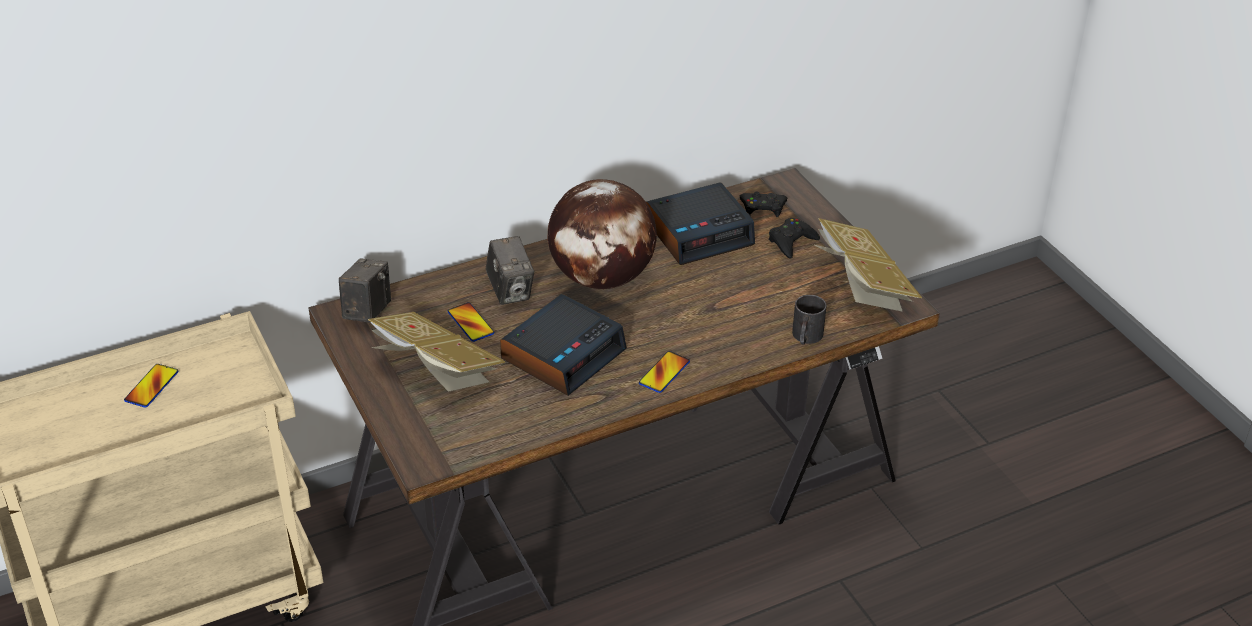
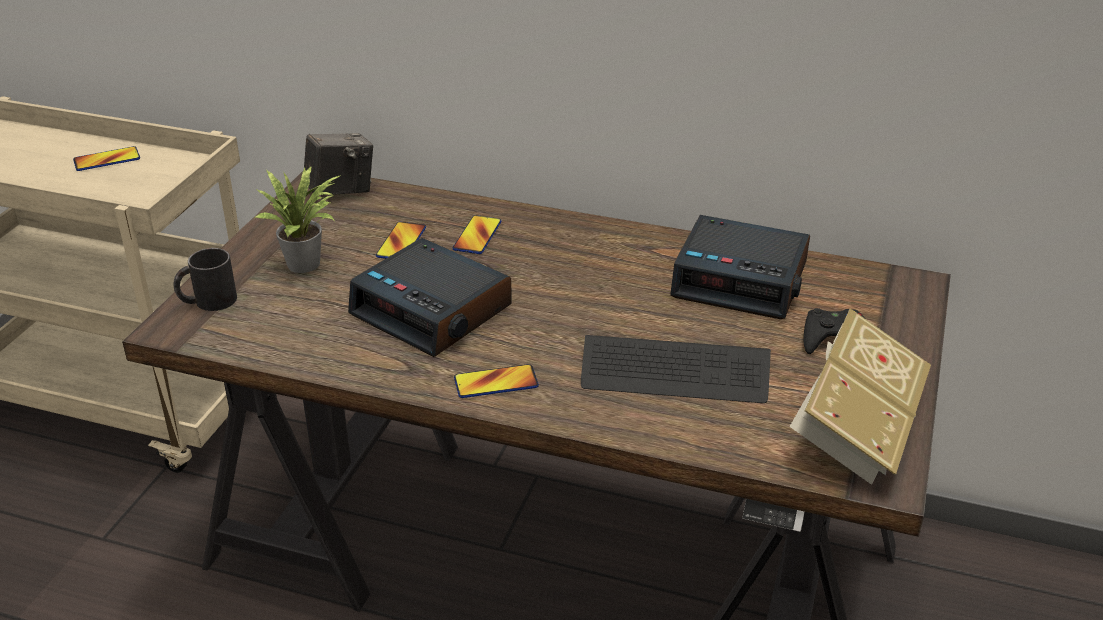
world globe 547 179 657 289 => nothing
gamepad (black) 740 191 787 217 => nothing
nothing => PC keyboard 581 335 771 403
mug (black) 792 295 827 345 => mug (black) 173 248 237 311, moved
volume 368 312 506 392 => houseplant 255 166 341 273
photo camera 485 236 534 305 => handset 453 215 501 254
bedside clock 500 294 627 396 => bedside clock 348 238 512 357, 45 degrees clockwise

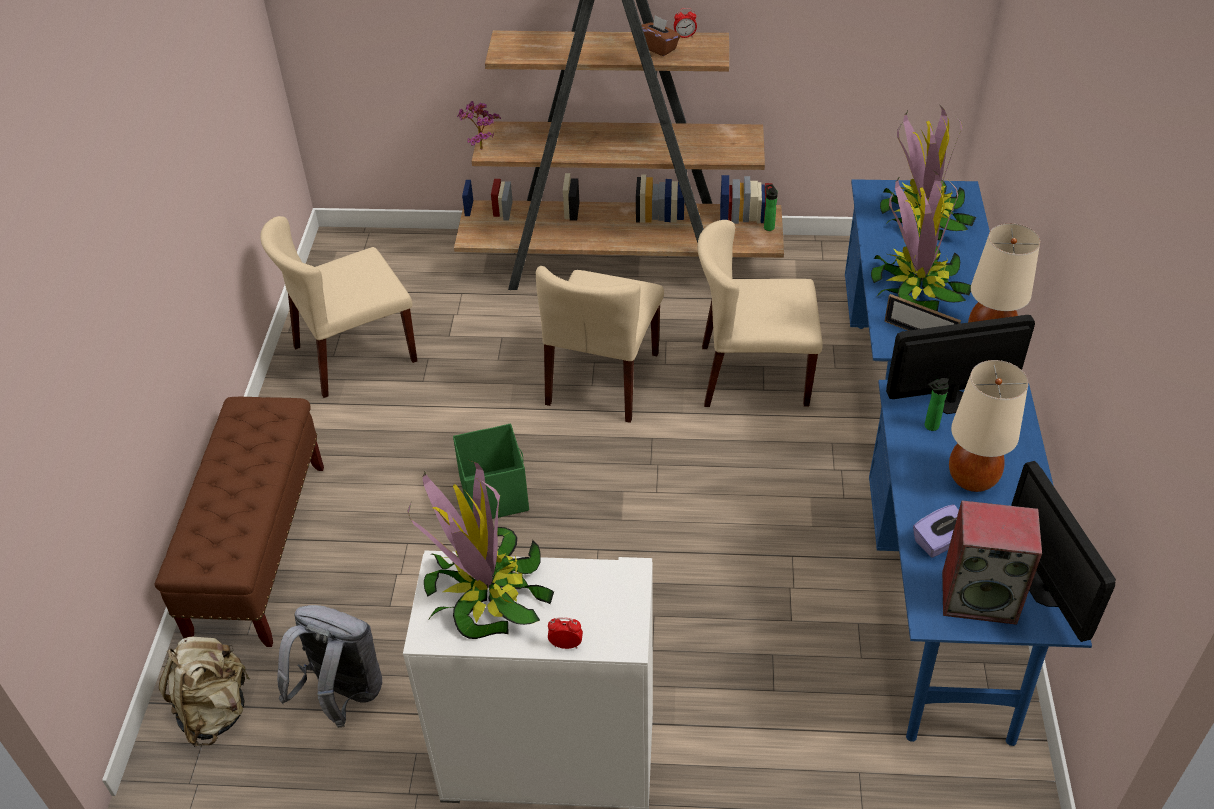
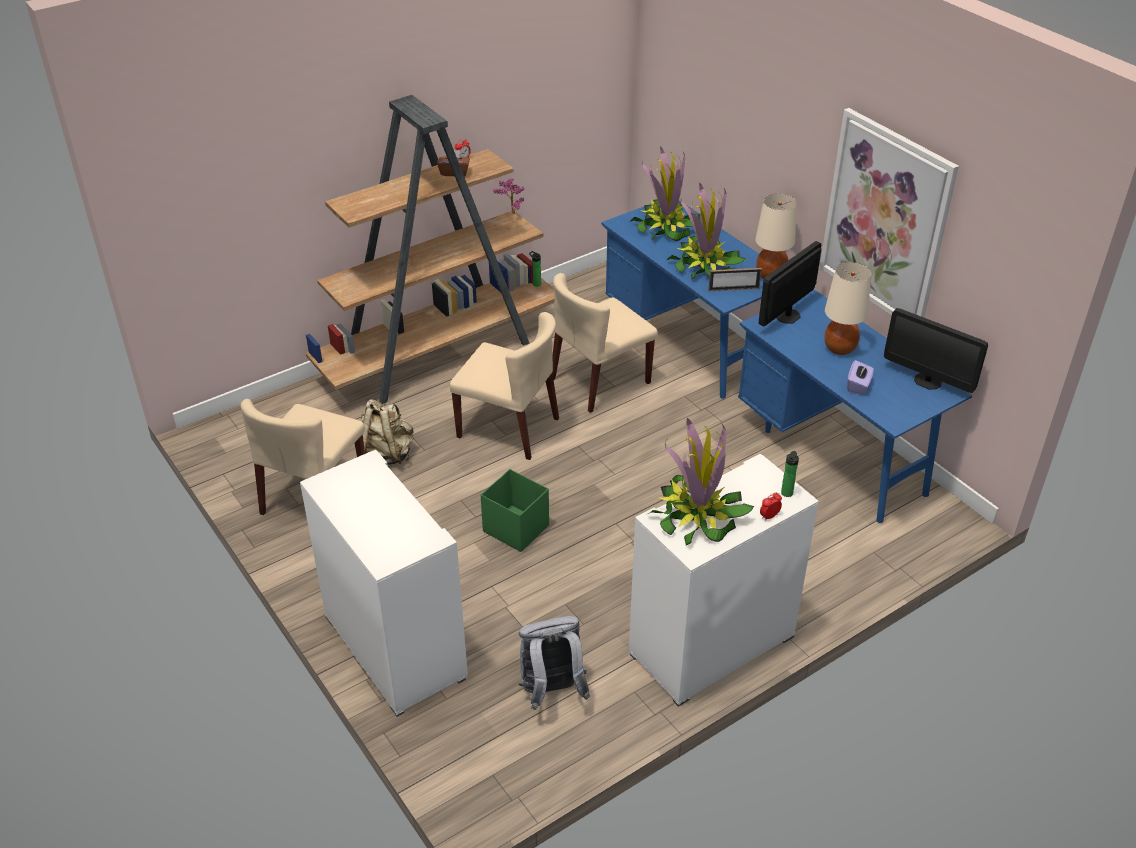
audio speaker 942 500 1042 625 => nothing
nothing => wall picture 820 108 959 317
backpack (beige) 159 637 251 747 => backpack (beige) 361 399 414 465, moved
houseplant 457 101 501 150 => houseplant 493 178 524 214, moved
drink bottle 925 378 949 431 => drink bottle 781 451 799 497, moved
indoor bench (brown) 155 397 324 647 => storage cabinet (white) 300 450 468 717
upright chair (beige) 536 266 664 423 => upright chair (beige) 450 312 559 460, 45 degrees counterclockwise

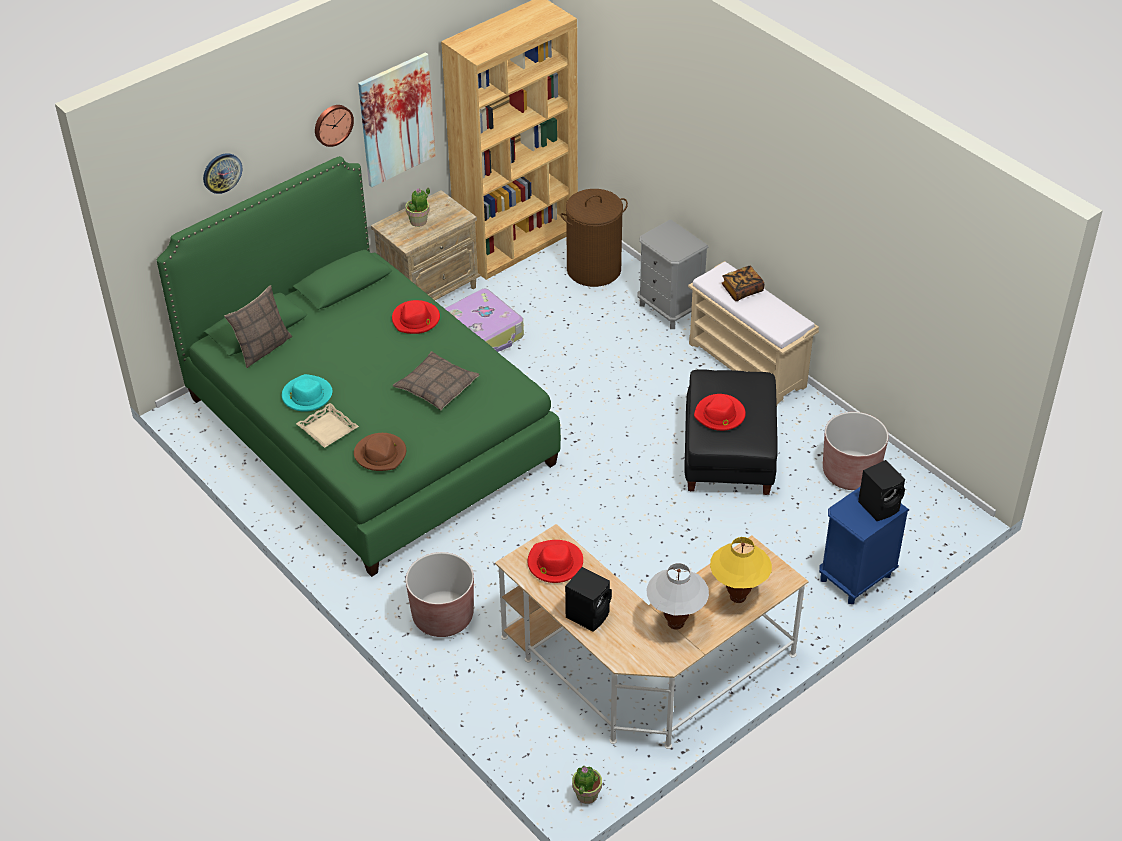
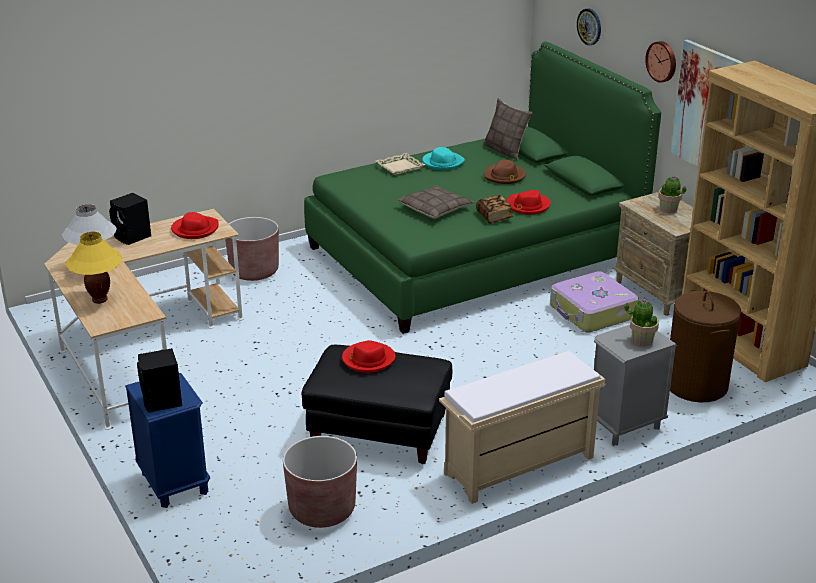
clothing hat (brown) 354 433 406 471 => clothing hat (brown) 484 159 526 184, moved
houseplant 572 766 602 804 => houseplant 625 298 659 346, moved
volume 722 266 765 301 => volume 476 195 513 224, moved

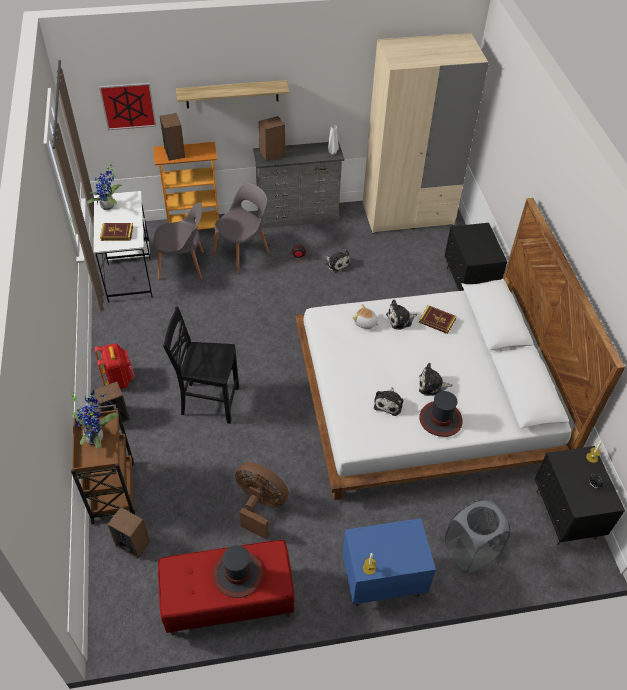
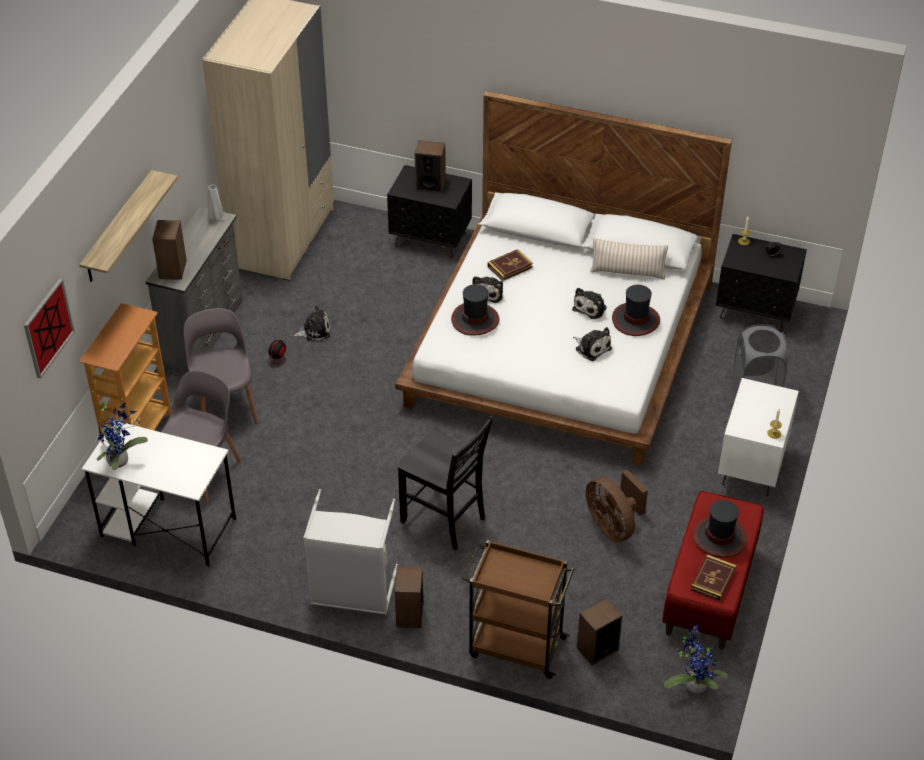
nothing => throw pillow (beige) 590 238 668 280
houseplant 70 390 118 449 => houseplant 664 623 728 695, moved
volume 100 223 133 241 => volume 691 554 736 601, moved
audio speaker 160 113 185 161 => audio speaker 415 140 446 194, moved
backpack (reddish) 95 343 135 389 => washing basket (gray) 303 489 398 615
soft toy 353 304 379 329 => clothing hat 451 284 500 336
night table (blue-coloured) 342 518 436 606 => night table (white) 718 378 799 496
upright chair (black) 163 306 239 424 => upright chair (black) 398 415 493 550, 90 degrees counterclockwise
cooling fan (brown) 235 462 289 539 => cooling fan (brown) 586 469 648 542, 90 degrees counterclockwise

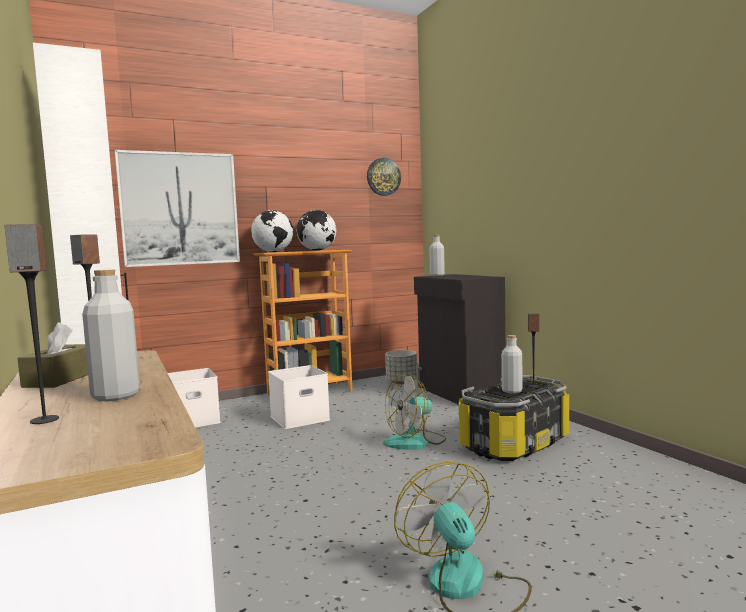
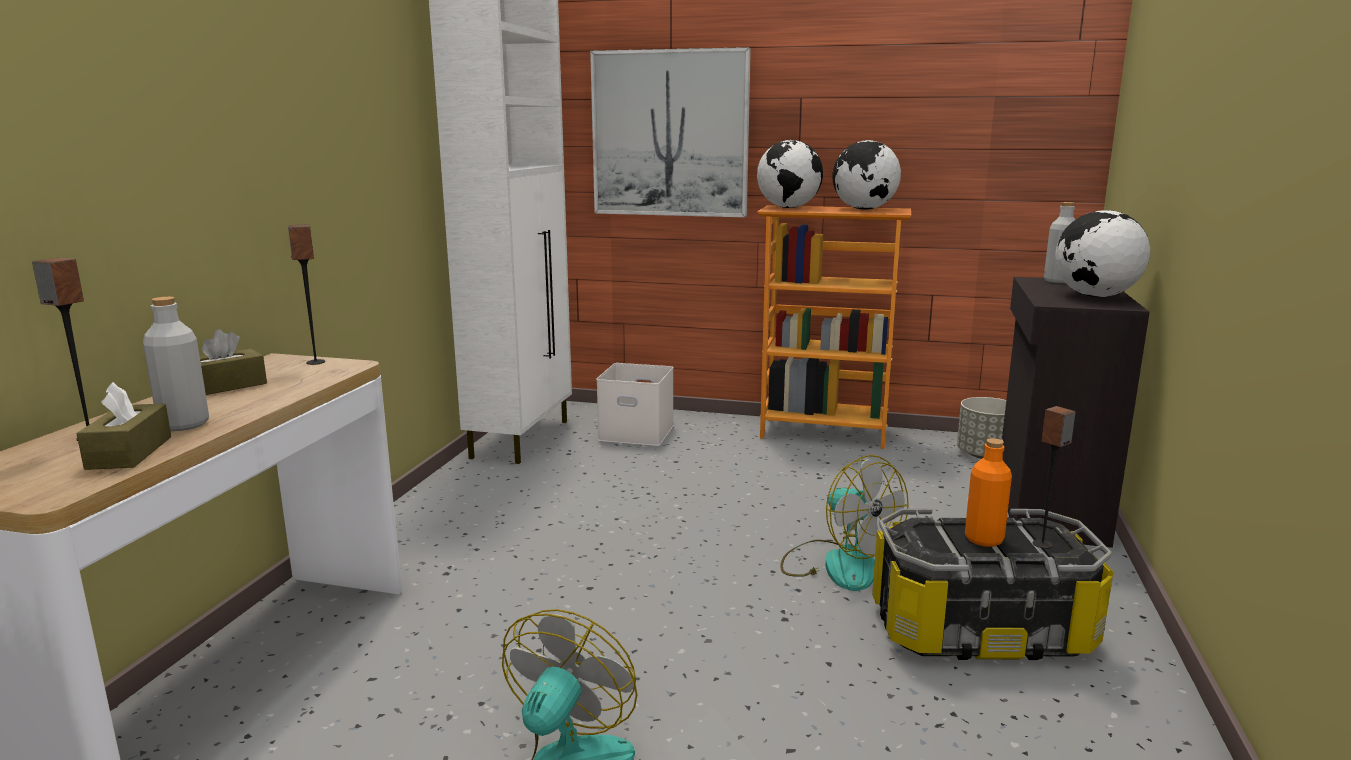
storage bin (white) 268 365 330 429 => nothing
clock on the wall 367 158 401 196 => nothing
nothing => box of tissues (brown) 77 382 171 470
nothing => world globe 1056 210 1150 297
drink bottle (gray) 501 335 523 394 => drink bottle (orange-coloured) 965 438 1012 547
cooling fan 383 374 446 450 => cooling fan 780 455 909 591, 135 degrees counterclockwise

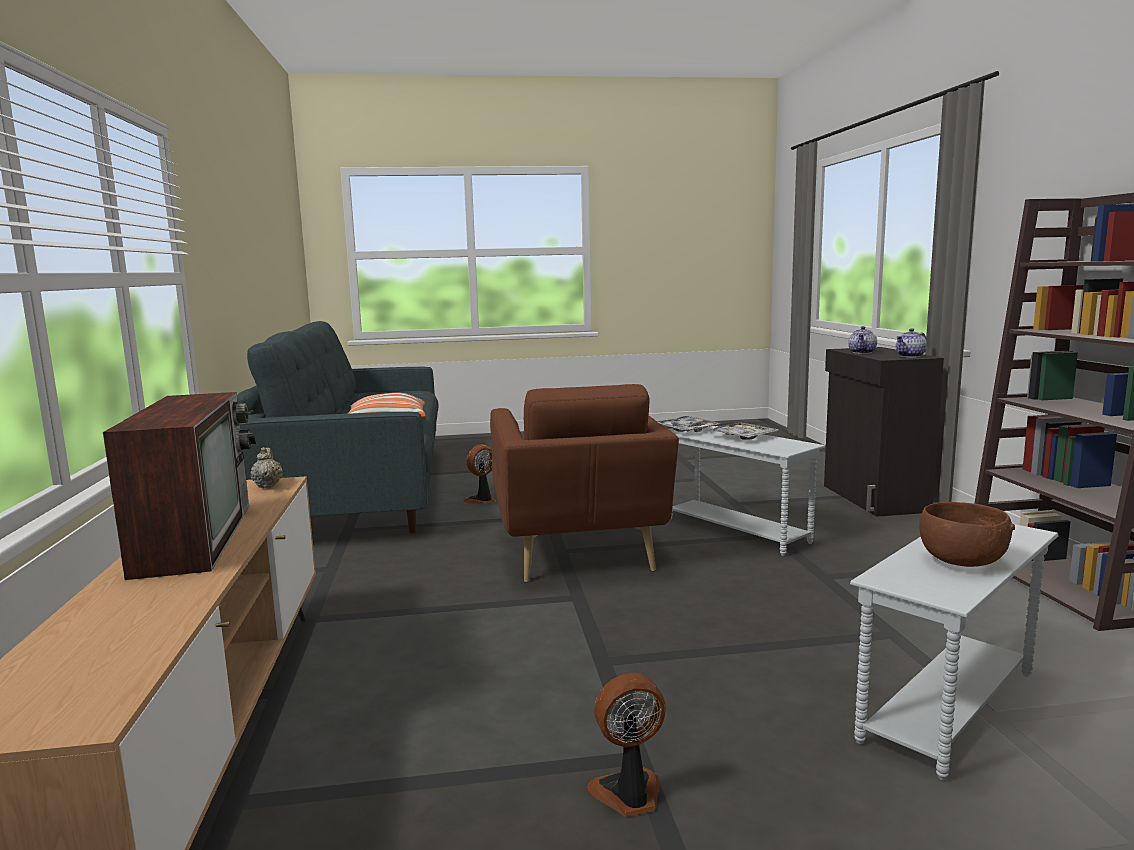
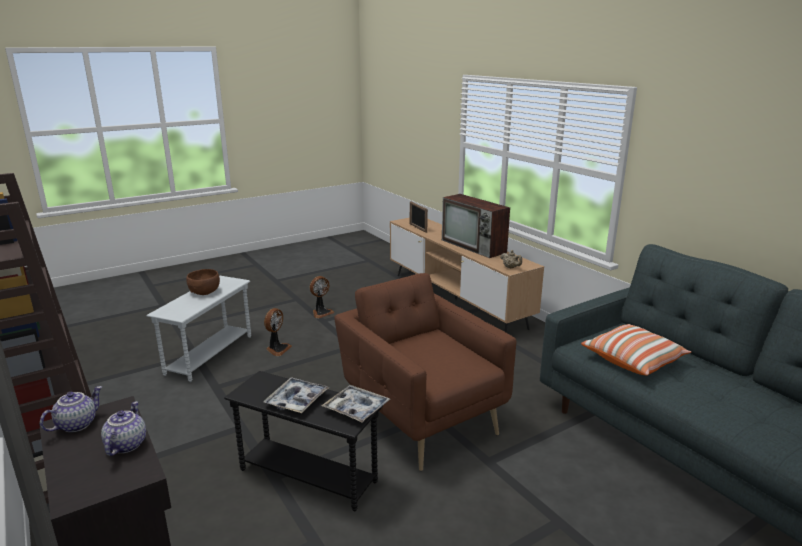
nothing => standing frame 410 202 428 233
cooling fan 463 444 495 504 => cooling fan 264 308 292 356, moved
side table (white) 669 426 825 556 => side table (black) 224 371 383 511

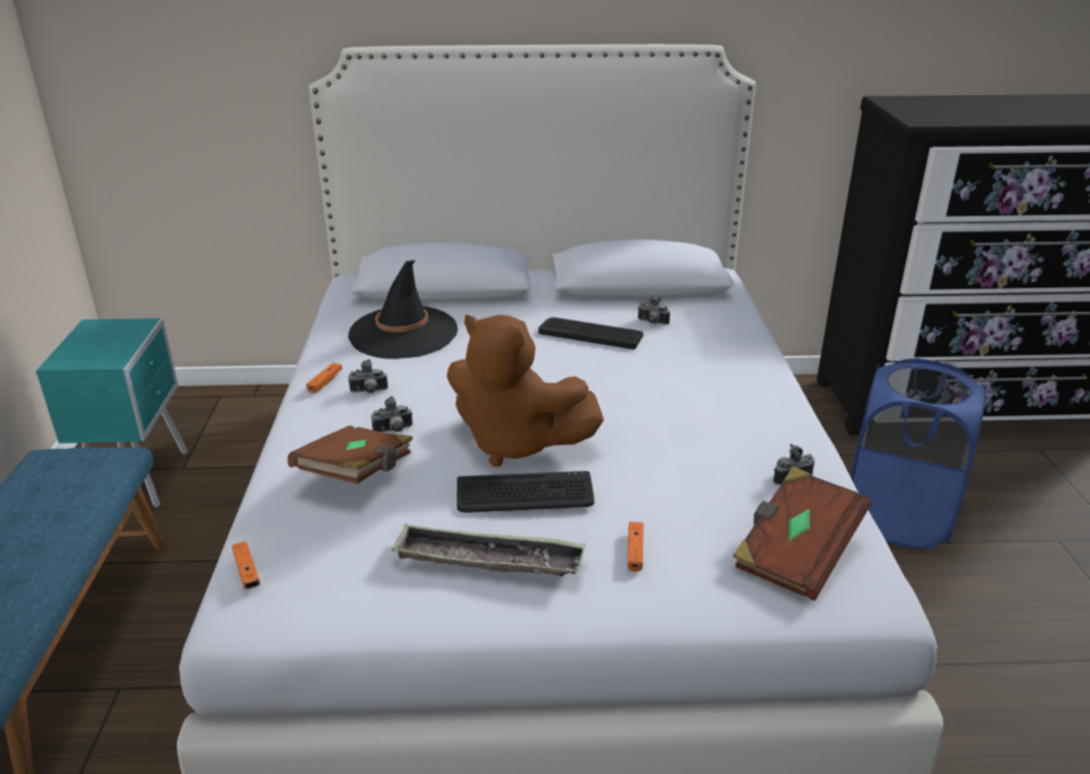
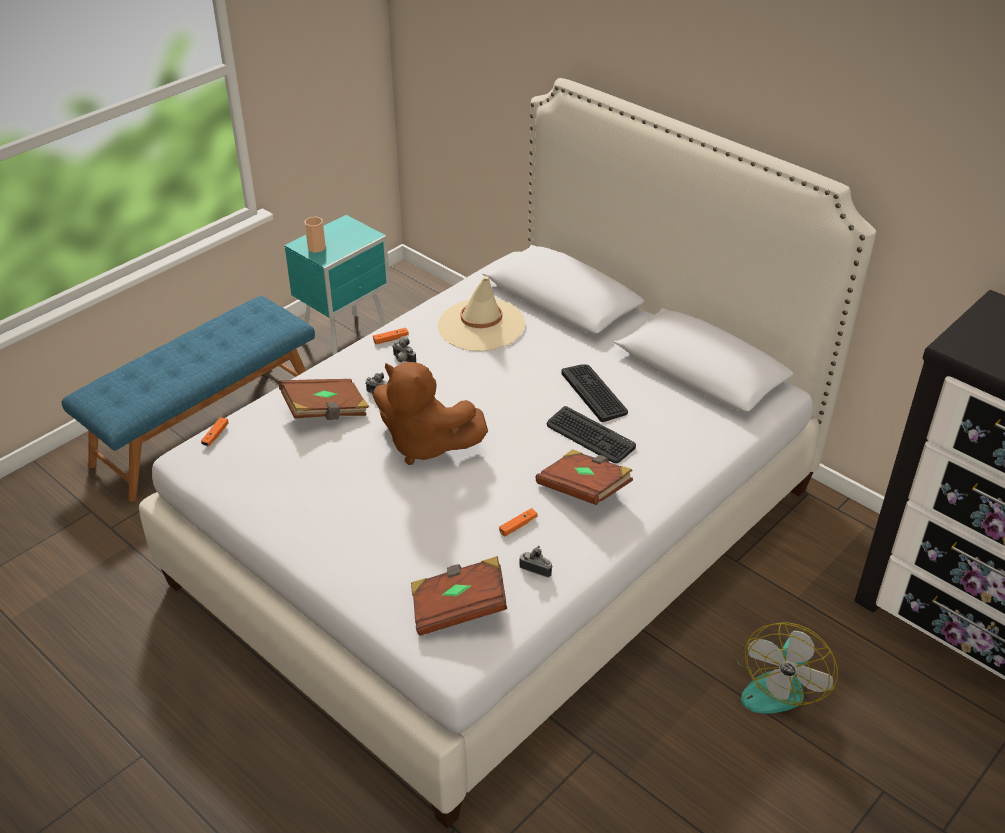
serving tray 391 524 586 576 => nothing
photo camera 638 295 670 325 => nothing
nothing => small cup 304 217 326 253
nothing => volume (brown) 536 449 633 505
PC keyboard 457 471 594 513 => PC keyboard 547 406 636 463, moved
gamepad (orange-coloured) 627 522 643 572 => gamepad (orange-coloured) 499 508 537 537, moved
washing basket (blue-coloured) 851 358 987 550 => cooling fan 734 622 838 713
clothing hat (black) 348 260 458 359 => clothing hat (beige) 438 276 525 351
soft toy (brown) 447 315 604 467 => soft toy (brown) 373 362 488 465, 45 degrees counterclockwise

